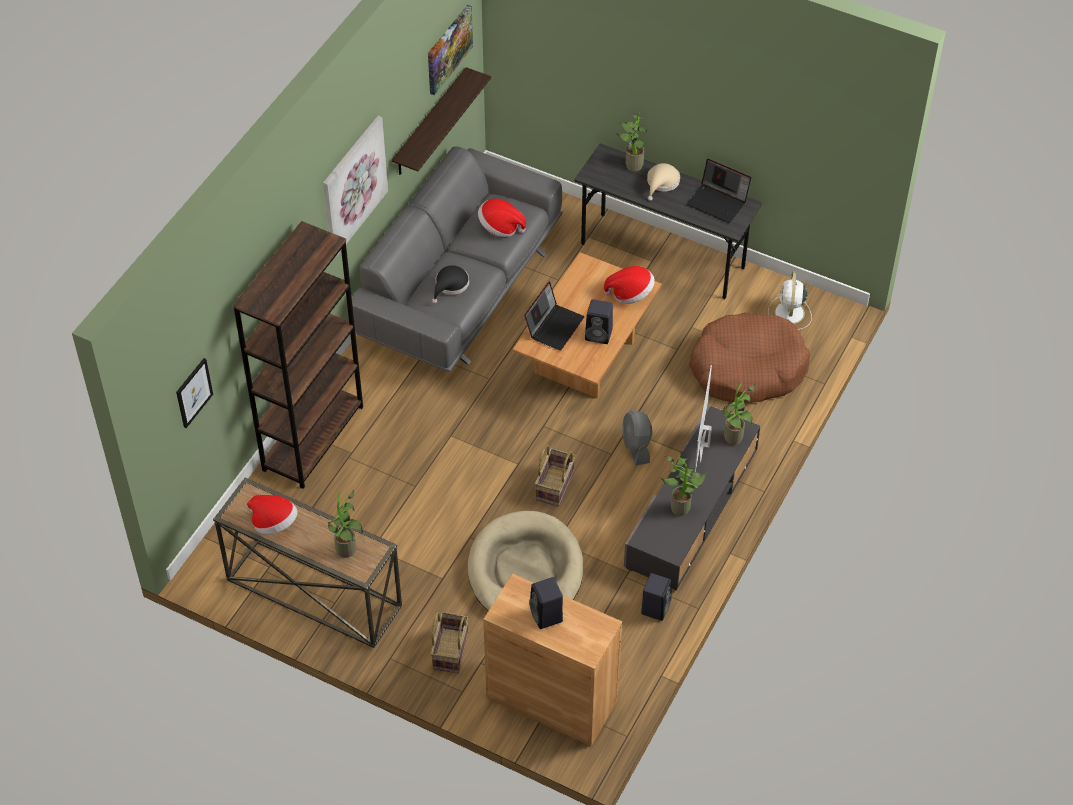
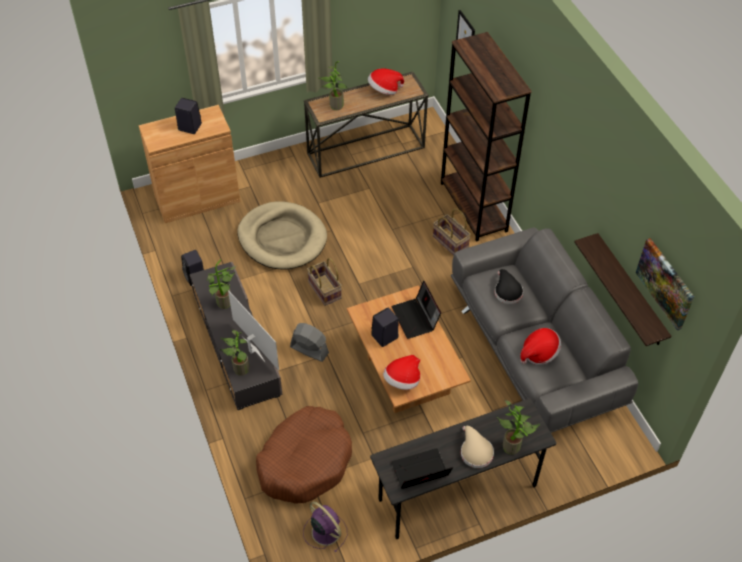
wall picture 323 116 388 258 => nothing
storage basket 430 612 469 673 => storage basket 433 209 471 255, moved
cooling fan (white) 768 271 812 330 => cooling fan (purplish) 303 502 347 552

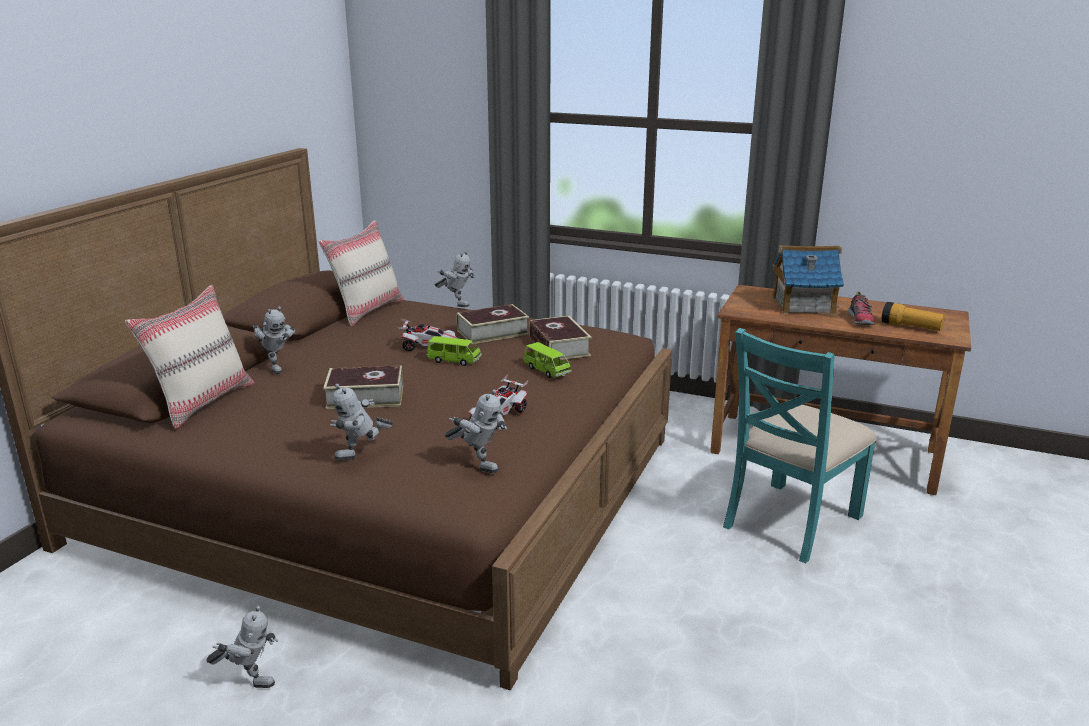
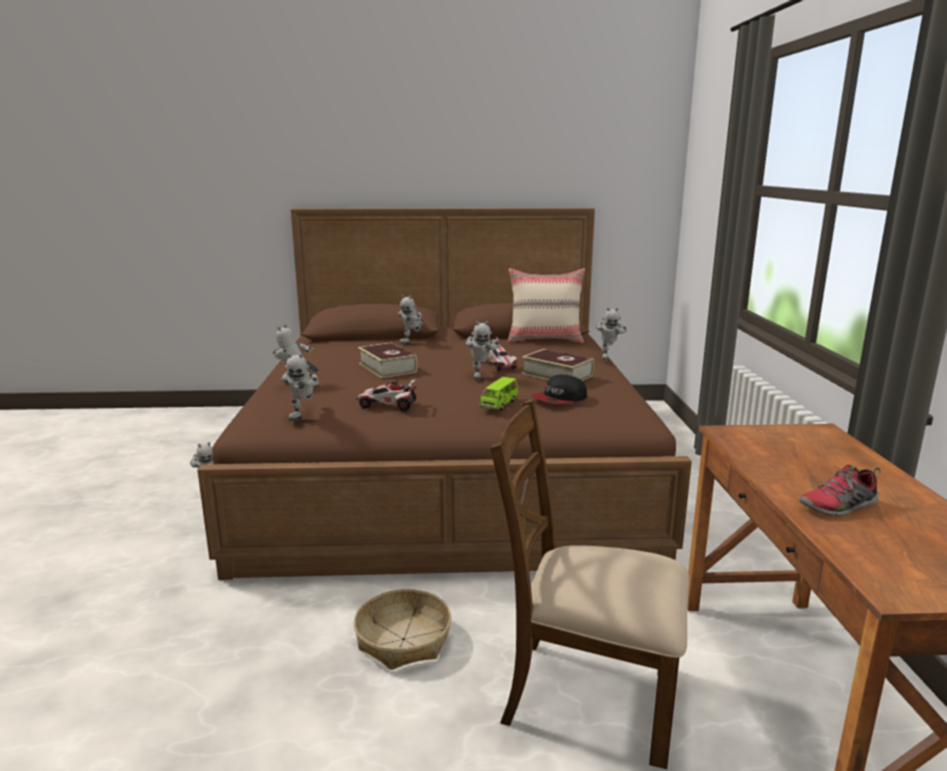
throw pillow (beige) 125 285 255 429 => nothing
miniature house 772 245 844 314 => nothing
flashlight 882 302 945 331 => nothing
nothing => storage basket 353 589 452 670
toy car (greenish) 427 336 482 366 => model robot 465 321 500 380
volume 529 316 591 360 => baseball cap 531 375 587 404
upright chair (turquoise) 723 328 877 563 => upright chair (brown) 490 399 689 769

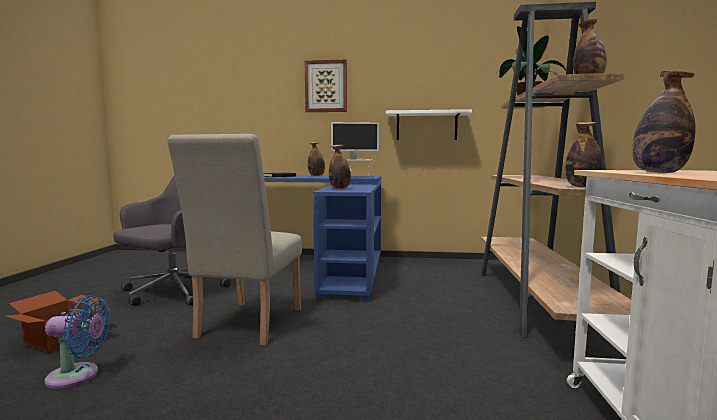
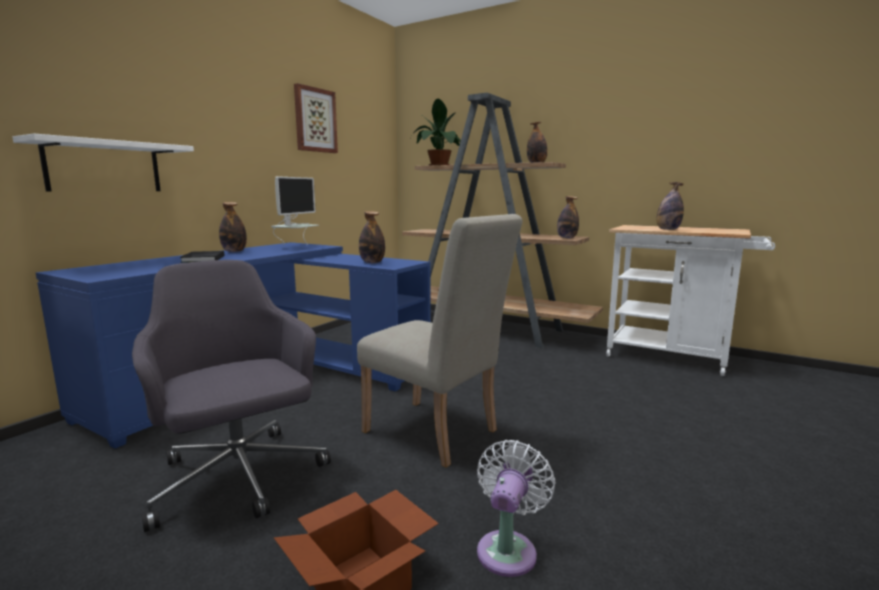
wall picture 305 59 347 112 => wall picture 294 83 338 153, moved
bracket shelf (white) 386 109 472 140 => bracket shelf (white) 12 134 194 192, moved
cooling fan (blue-coloured) 44 295 110 389 => cooling fan (white) 477 440 556 577

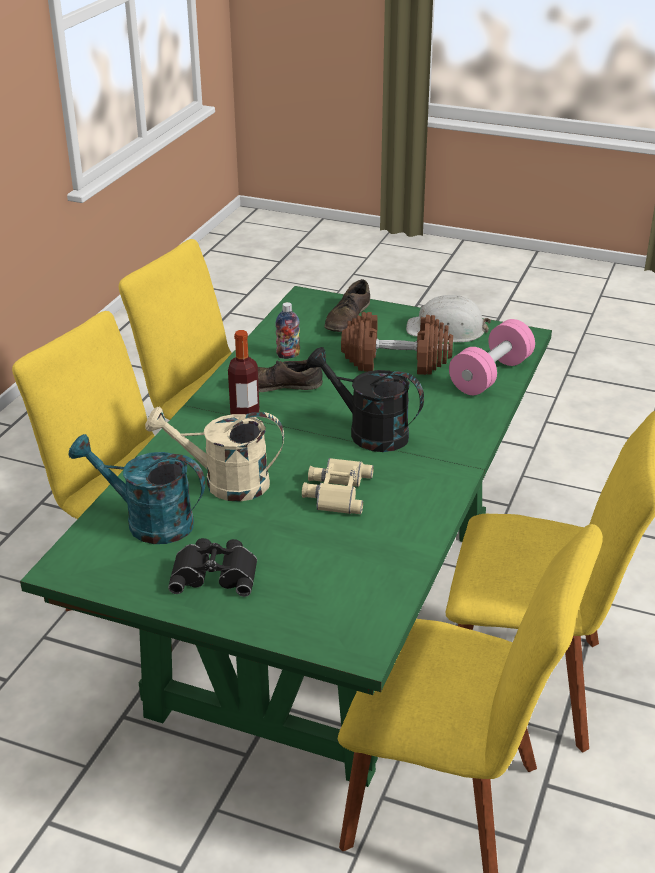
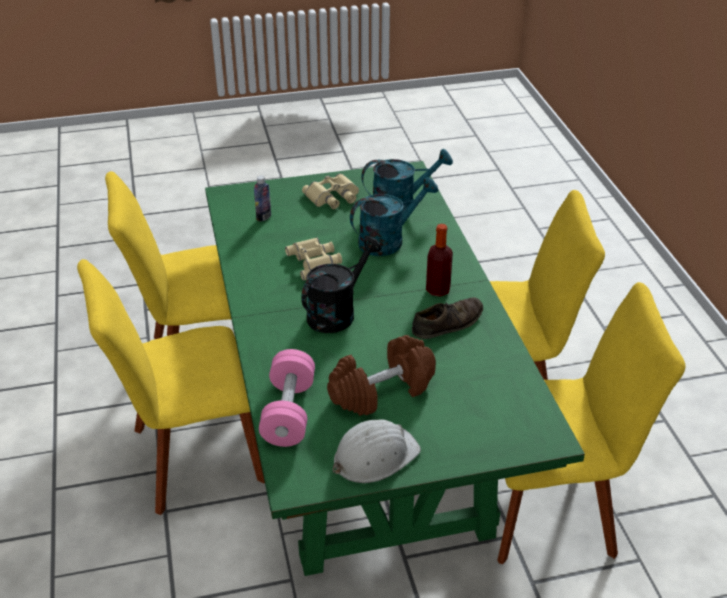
shoe (brown) 325 279 370 332 => nothing
drink bottle 275 302 300 359 => drink bottle 254 176 271 222, moved
watering can (beige) 145 406 284 502 => watering can (turquoise) 350 177 438 256
pair of binoculars (black) 168 538 257 597 => pair of binoculars (beige) 302 174 359 209
watering can (black) 306 347 424 452 => watering can (black) 301 236 381 333, 45 degrees counterclockwise

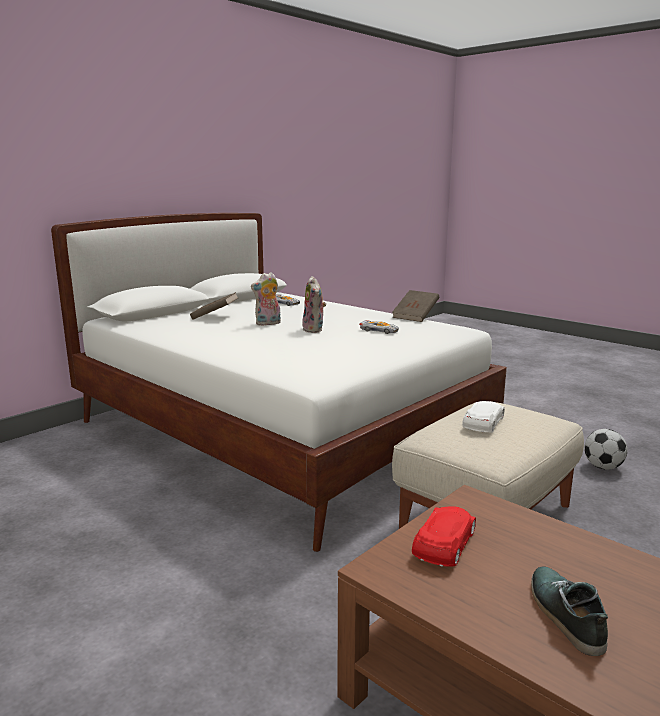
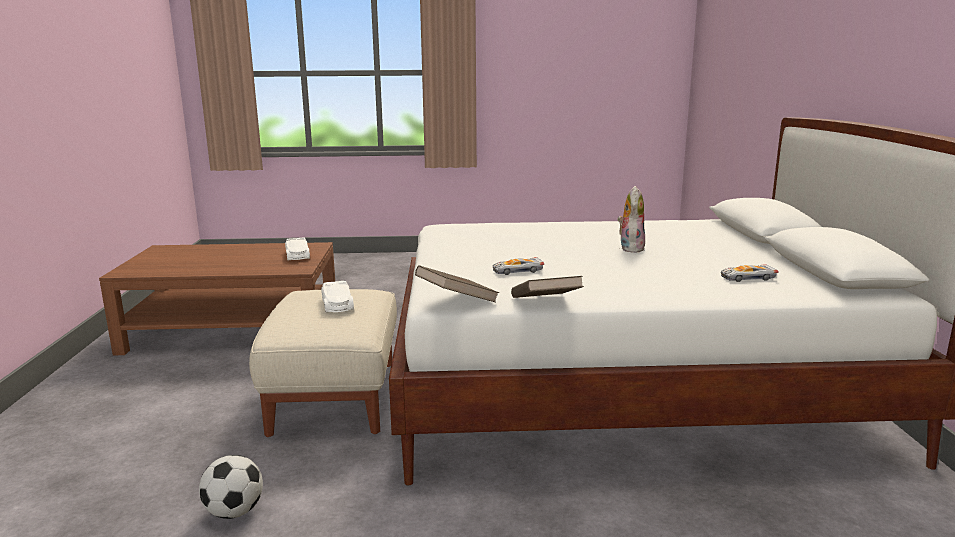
soft toy 302 276 326 333 => nothing
shoe 531 566 608 656 => nothing
volume (brown) 190 292 238 319 => volume (brown) 415 265 499 303, moved
toy car (reddish) 412 506 476 566 => toy car (white) 285 238 310 261

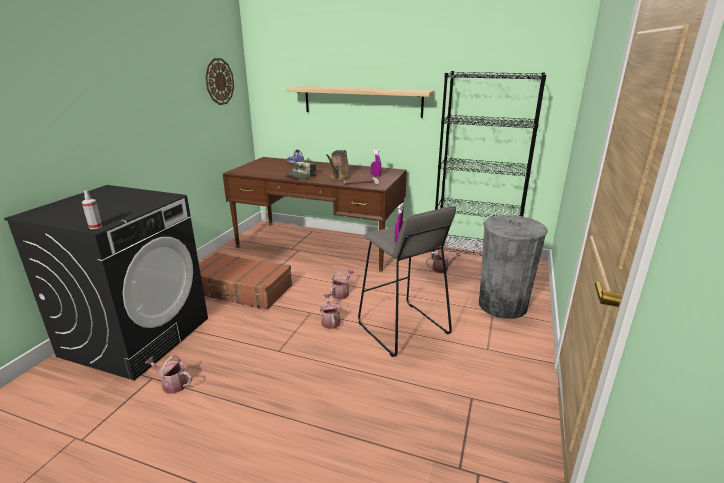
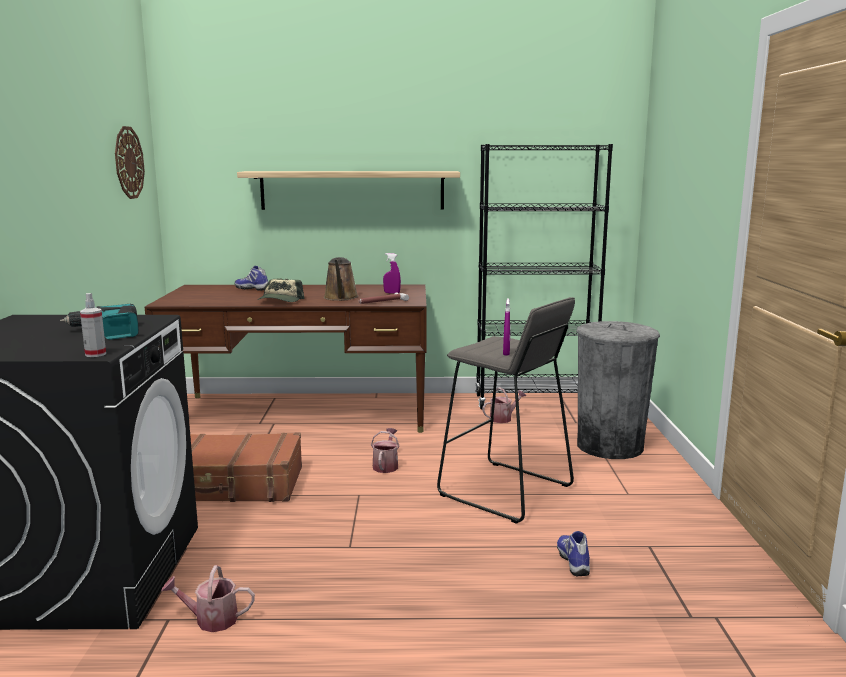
watering can 320 294 341 329 => nothing
nothing => drill 60 304 139 339
nothing => shoe 557 531 590 576

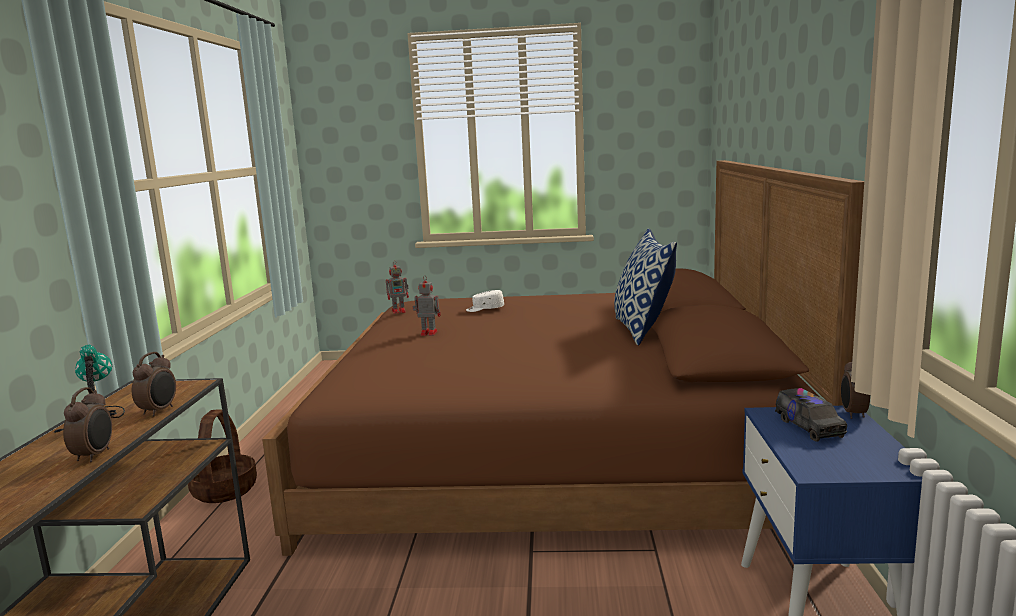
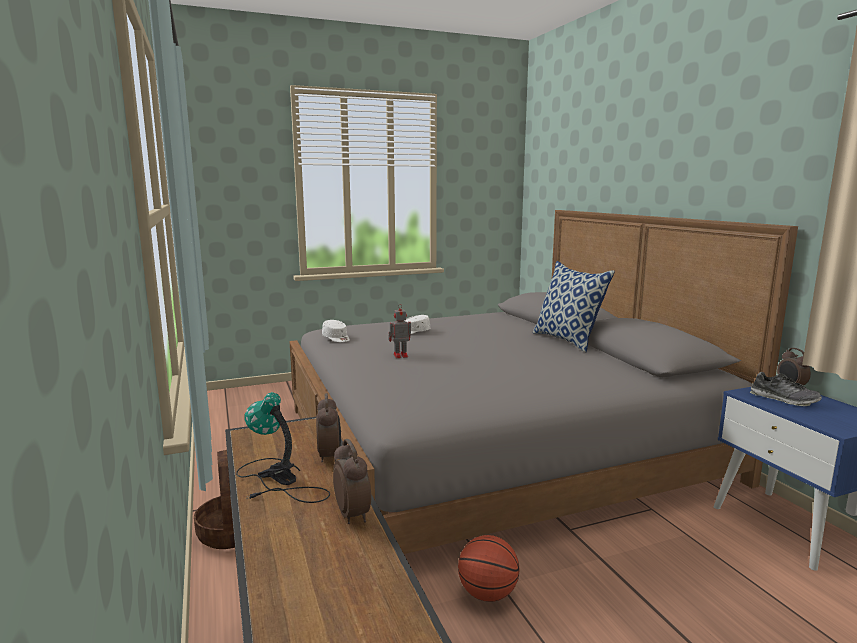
nothing => basketball 458 535 520 602
model robot 386 260 409 314 => baseball cap (white) 322 320 350 342
toy lorry 775 388 847 442 => shoe 750 372 822 406
bedroom bed (brown) 262 160 864 556 => bedroom bed (gray) 289 210 798 554

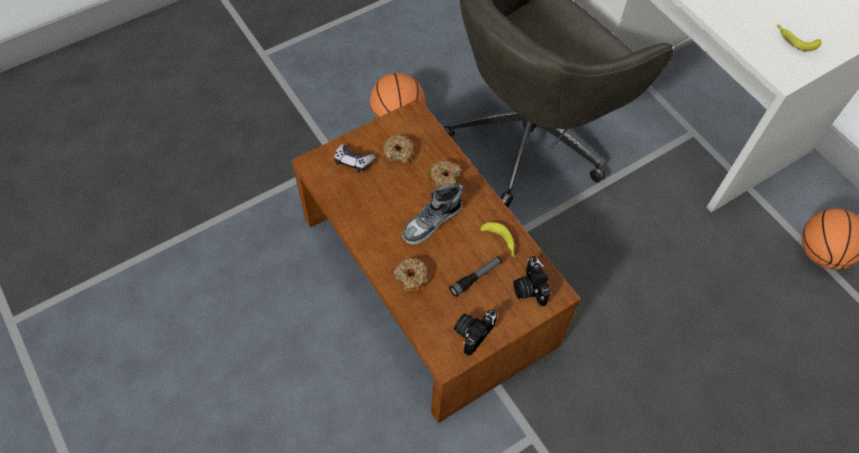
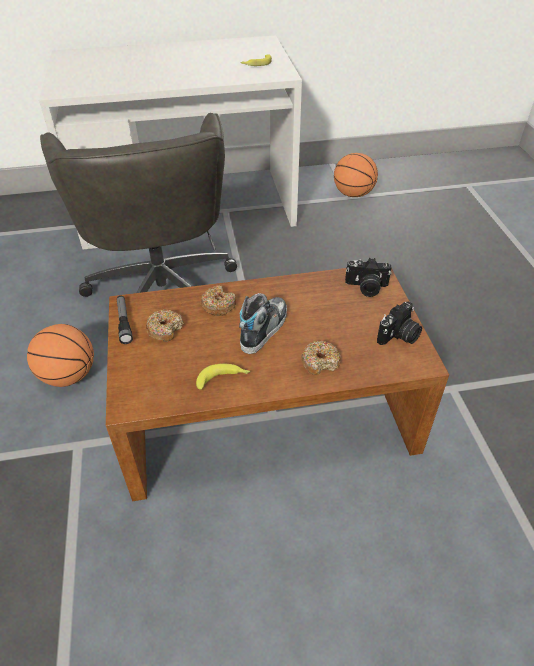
gamepad 334 144 375 173 => nothing
flashlight 449 256 502 297 => flashlight 117 296 133 344, moved
banana fruit 480 222 515 257 => banana fruit 196 364 250 390, moved
shoe 402 184 464 245 => shoe 239 293 287 354, 135 degrees counterclockwise
photo camera 454 309 497 356 => photo camera 377 301 422 345, 105 degrees counterclockwise

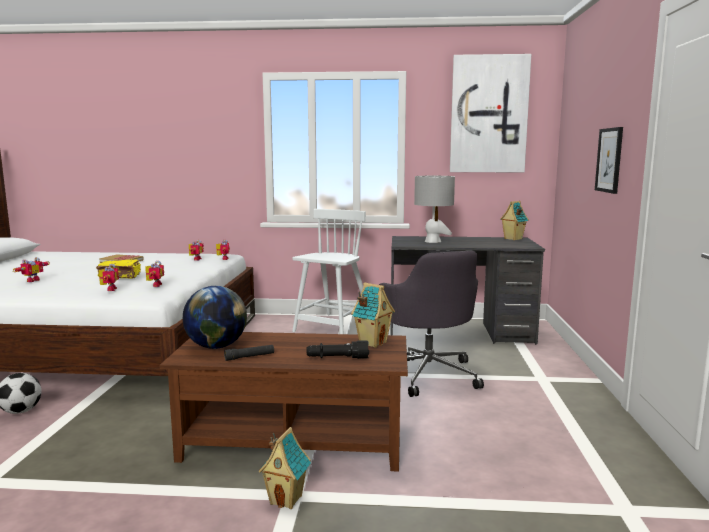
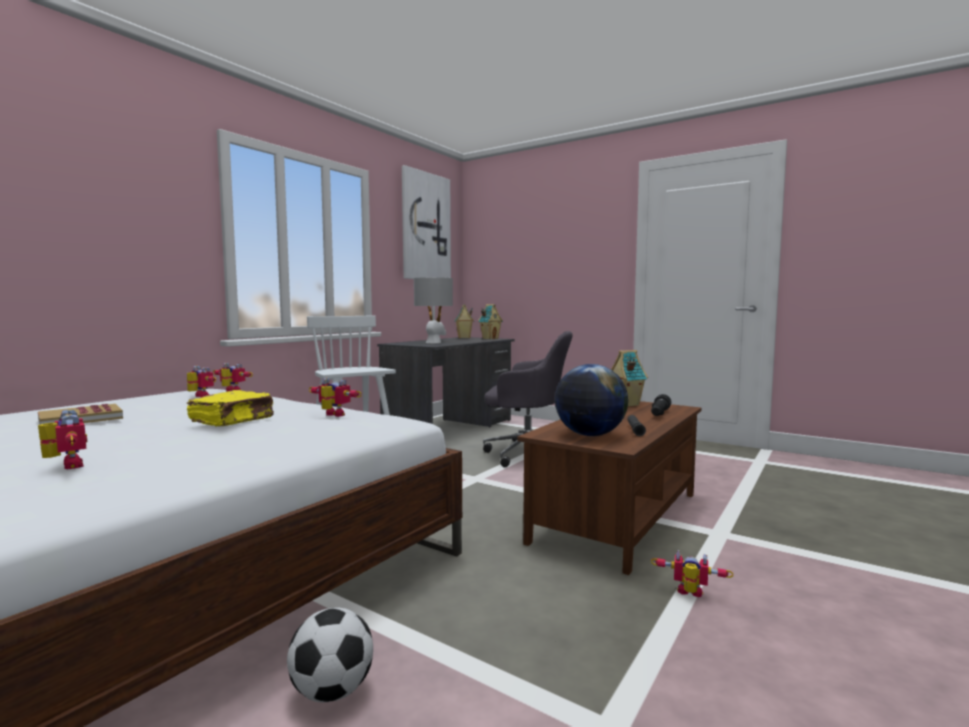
wall picture 595 127 623 194 => nothing
model robot 99 264 119 291 => model robot 651 550 734 597, moved
miniature house 259 427 311 509 => miniature house 478 304 503 339, moved

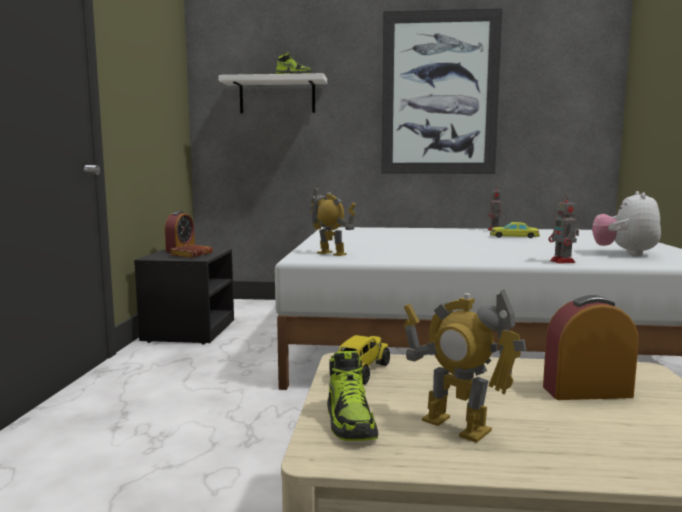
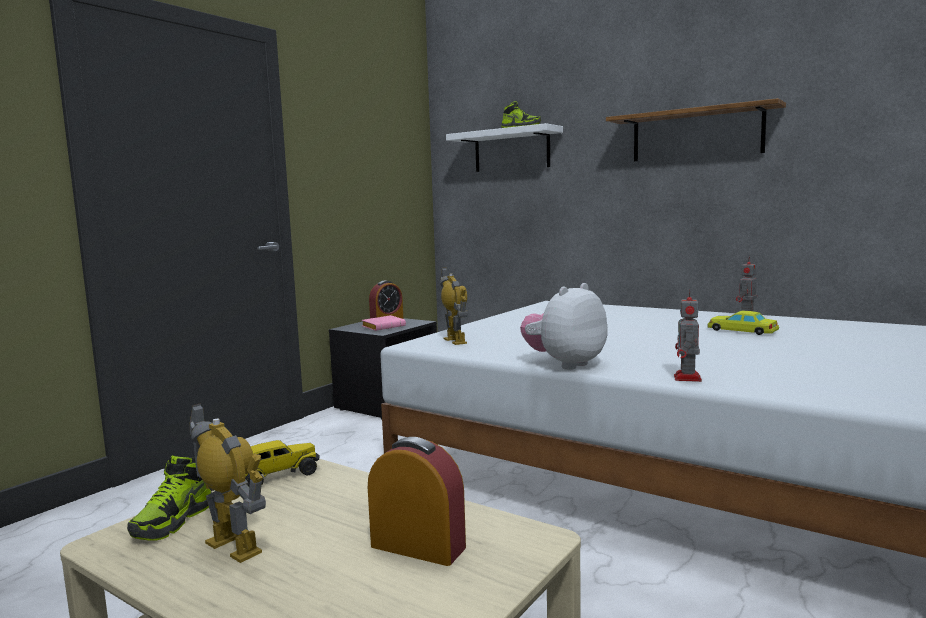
soft toy 592 191 661 256 => soft toy 520 283 608 370, moved
wall picture 381 8 503 174 => bracket shelf 606 98 786 161
volume (brown) 169 244 213 258 => volume (pinkish) 361 315 406 331
model robot 404 289 526 443 => model robot 190 403 266 563, 150 degrees clockwise

